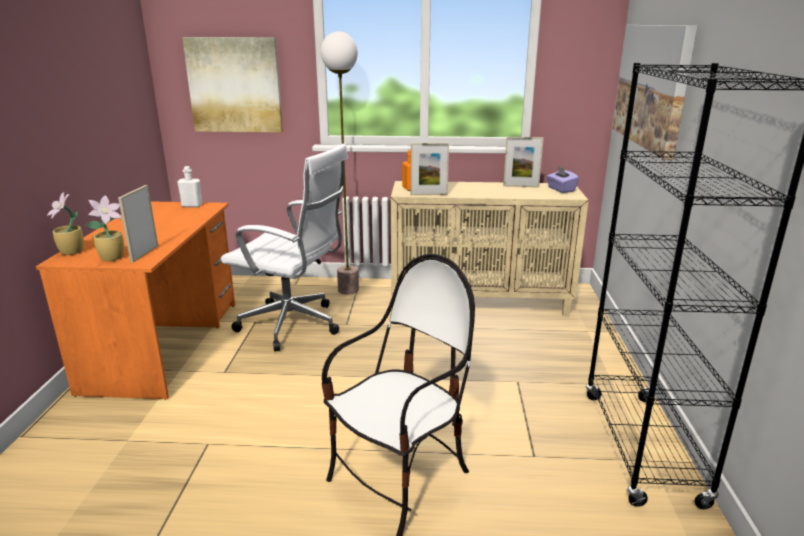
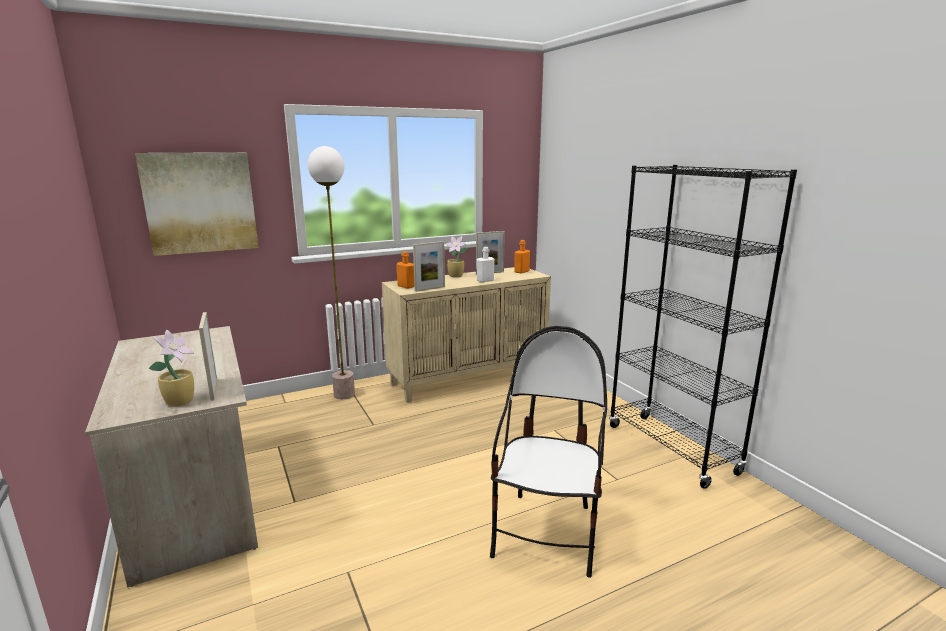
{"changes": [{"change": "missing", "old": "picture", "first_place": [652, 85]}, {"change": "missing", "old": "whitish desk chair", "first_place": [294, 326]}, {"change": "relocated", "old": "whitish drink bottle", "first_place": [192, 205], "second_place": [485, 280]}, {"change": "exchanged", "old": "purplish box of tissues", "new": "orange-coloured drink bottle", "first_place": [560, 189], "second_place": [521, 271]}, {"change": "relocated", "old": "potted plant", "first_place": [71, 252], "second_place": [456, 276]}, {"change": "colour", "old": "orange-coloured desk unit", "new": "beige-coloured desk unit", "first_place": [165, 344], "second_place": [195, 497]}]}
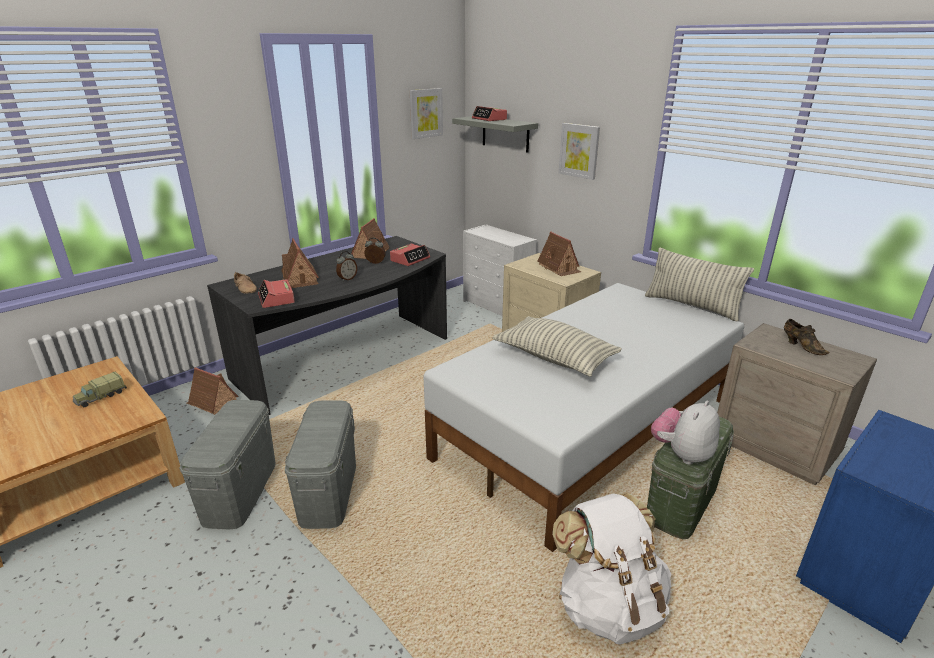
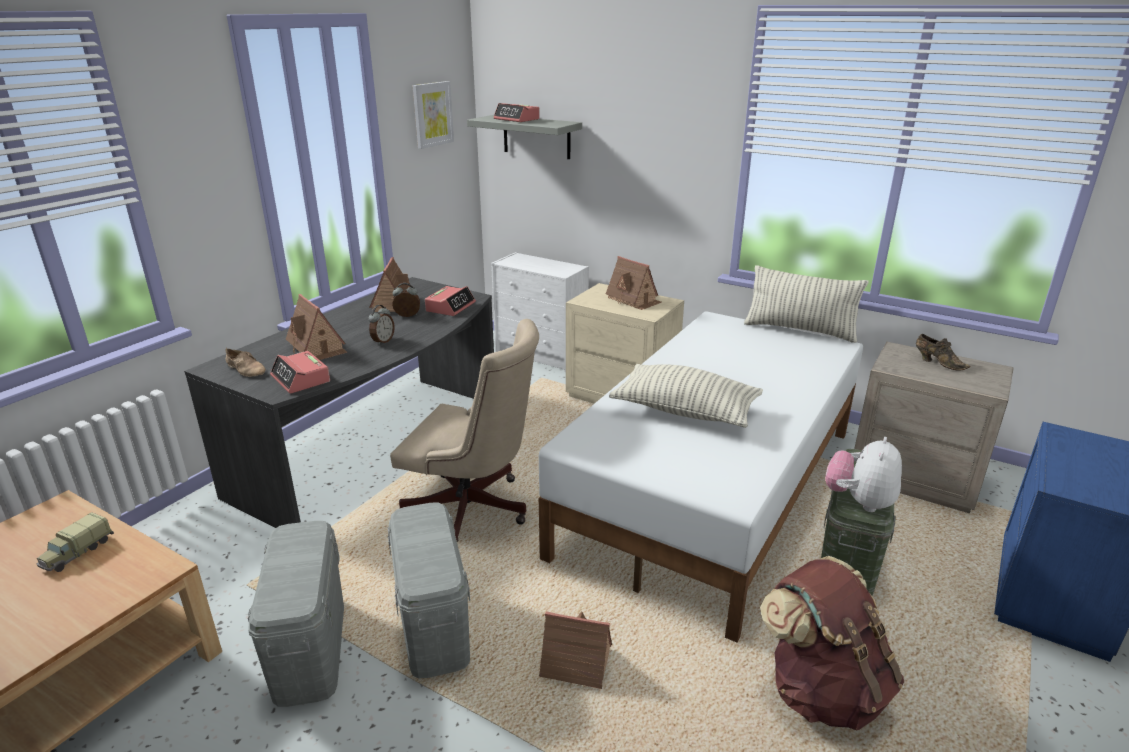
{"changes": [{"change": "missing", "old": "picture", "first_place": [579, 150]}, {"change": "relocated", "old": "miniature house", "first_place": [212, 402], "second_place": [571, 664]}, {"change": "colour", "old": "whitish knapsack", "new": "brownish knapsack", "first_place": [608, 605], "second_place": [822, 689]}, {"change": "appeared", "new": "beige-coloured desk chair", "second_place": [474, 511]}]}
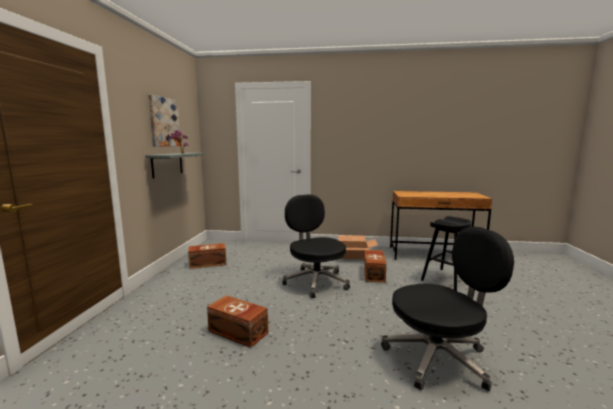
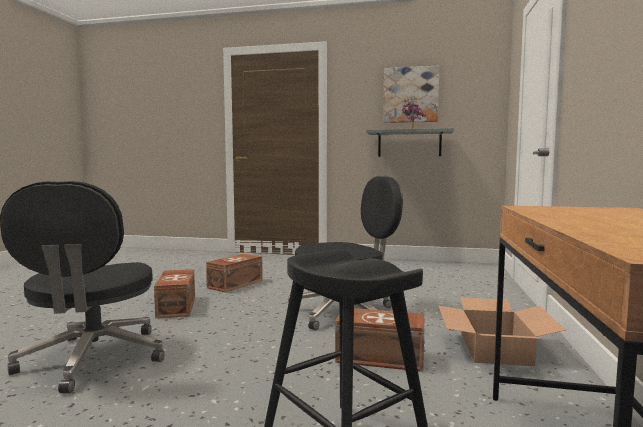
{"changes": [{"change": "relocated", "old": "brownish storage bin", "first_place": [207, 263], "second_place": [177, 306]}]}
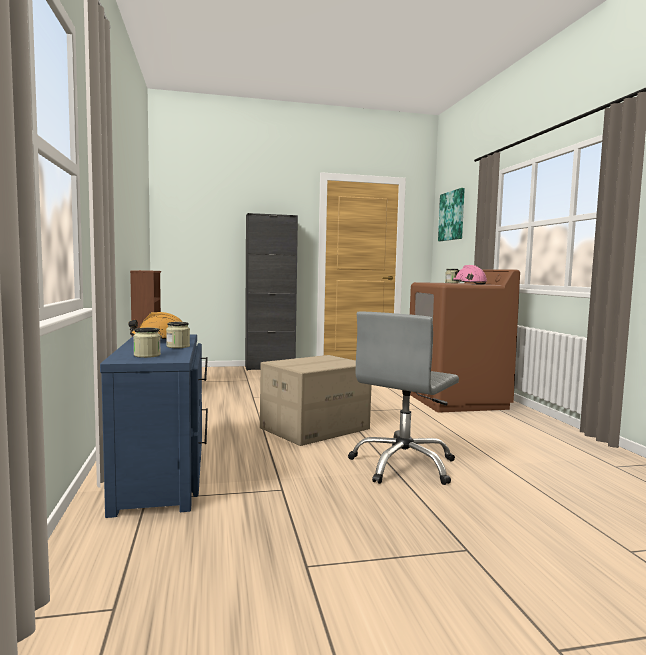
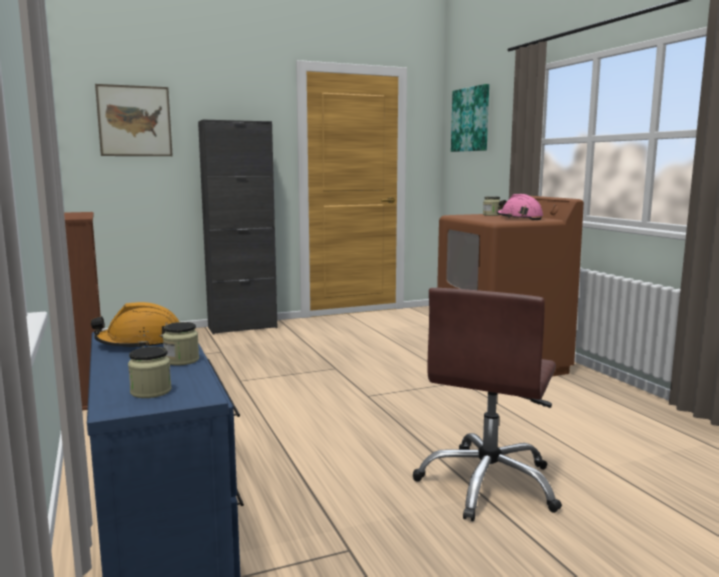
{"changes": [{"change": "colour", "old": "grey desk chair", "new": "brownish desk chair", "first_place": [404, 465], "second_place": [489, 484]}, {"change": "missing", "old": "cardboard box", "first_place": [314, 428]}, {"change": "appeared", "new": "picture", "second_place": [134, 121]}]}
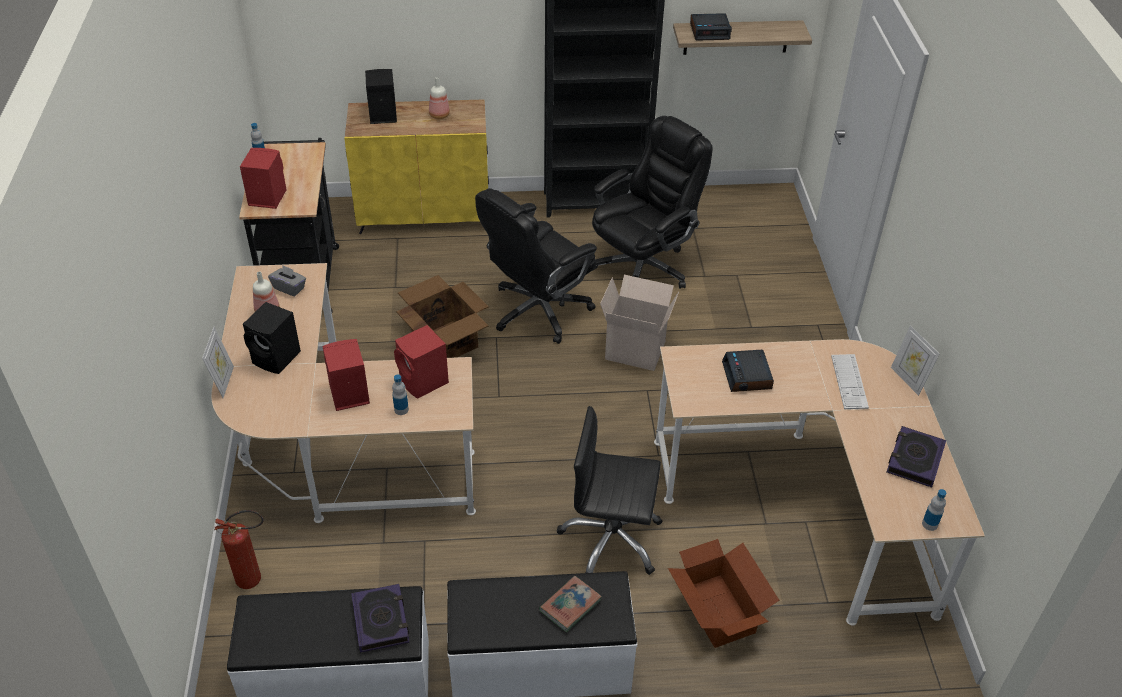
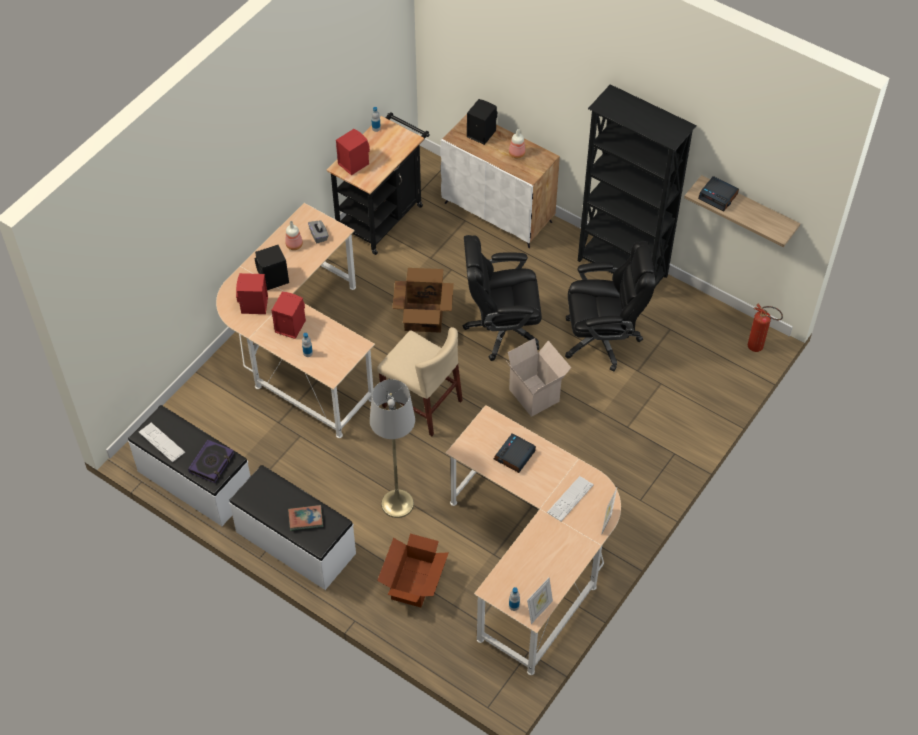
{"changes": [{"change": "colour", "old": "yellow-coloured cupboard", "new": "whitish cupboard", "first_place": [425, 215], "second_place": [498, 212]}, {"change": "relocated", "old": "reddish loudspeaker", "first_place": [424, 382], "second_place": [254, 306]}, {"change": "relocated", "old": "photo frame", "first_place": [223, 382], "second_place": [539, 610]}, {"change": "exchanged", "old": "black desk chair", "new": "grey floor lamp", "first_place": [611, 540], "second_place": [397, 503]}, {"change": "missing", "old": "book", "first_place": [914, 459]}, {"change": "relocated", "old": "extinguisher", "first_place": [255, 579], "second_place": [759, 348]}, {"change": "appeared", "new": "beige-coloured chair", "second_place": [422, 403]}, {"change": "appeared", "new": "keyboard", "second_place": [161, 442]}]}
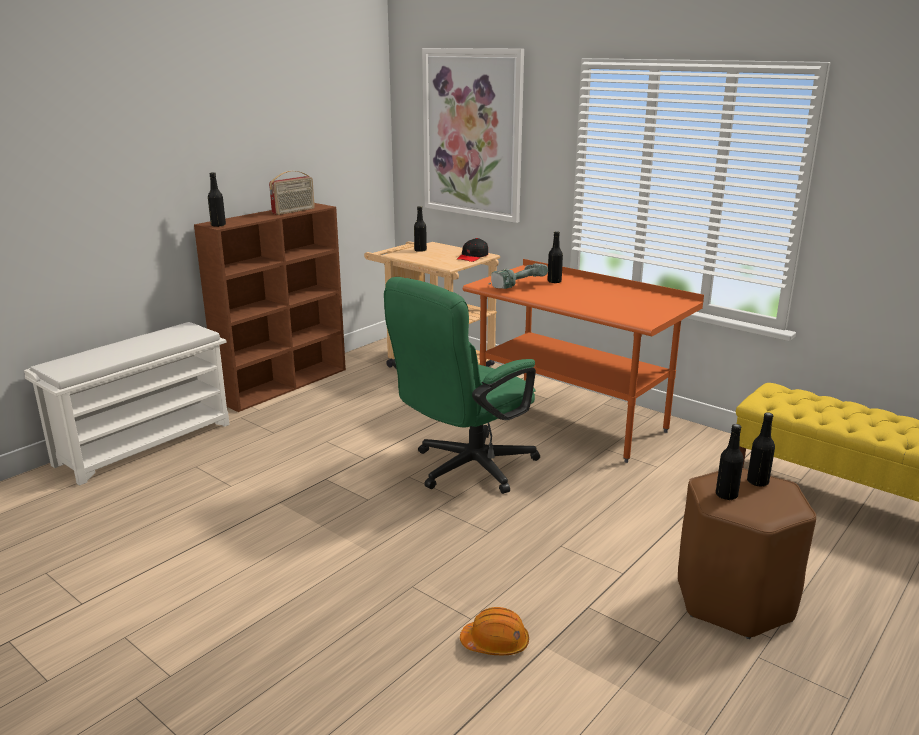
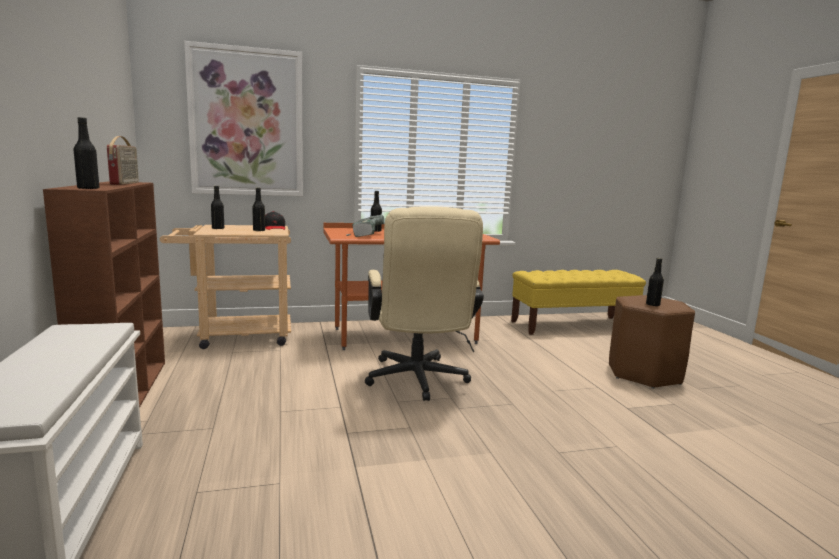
{"changes": [{"change": "colour", "old": "greenish desk chair", "new": "beige-coloured desk chair", "first_place": [465, 469], "second_place": [417, 381]}, {"change": "relocated", "old": "black drink bottle", "first_place": [757, 482], "second_place": [259, 230]}, {"change": "missing", "old": "orange-coloured work helmet", "first_place": [495, 643]}]}
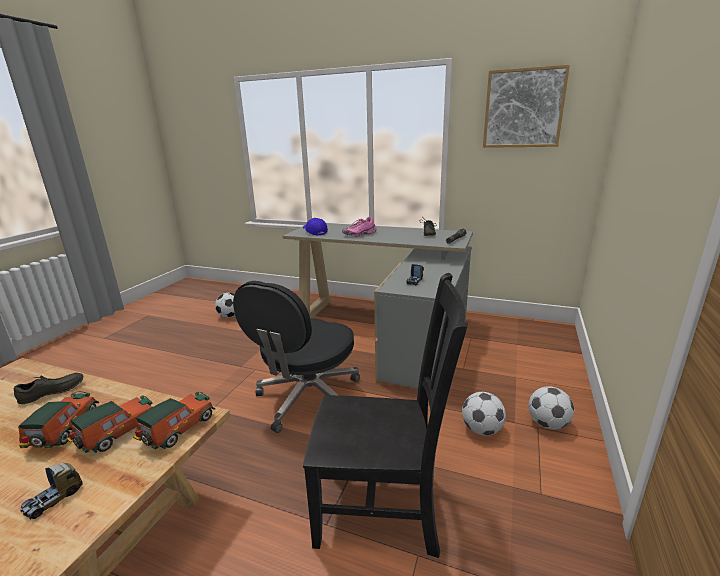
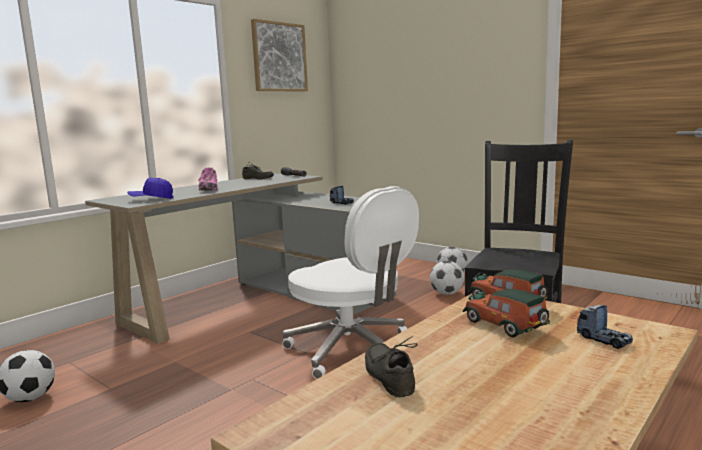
{"changes": [{"change": "colour", "old": "black desk chair", "new": "whitish desk chair", "first_place": [308, 398], "second_place": [352, 350]}, {"change": "missing", "old": "toy car", "first_place": [63, 431]}]}
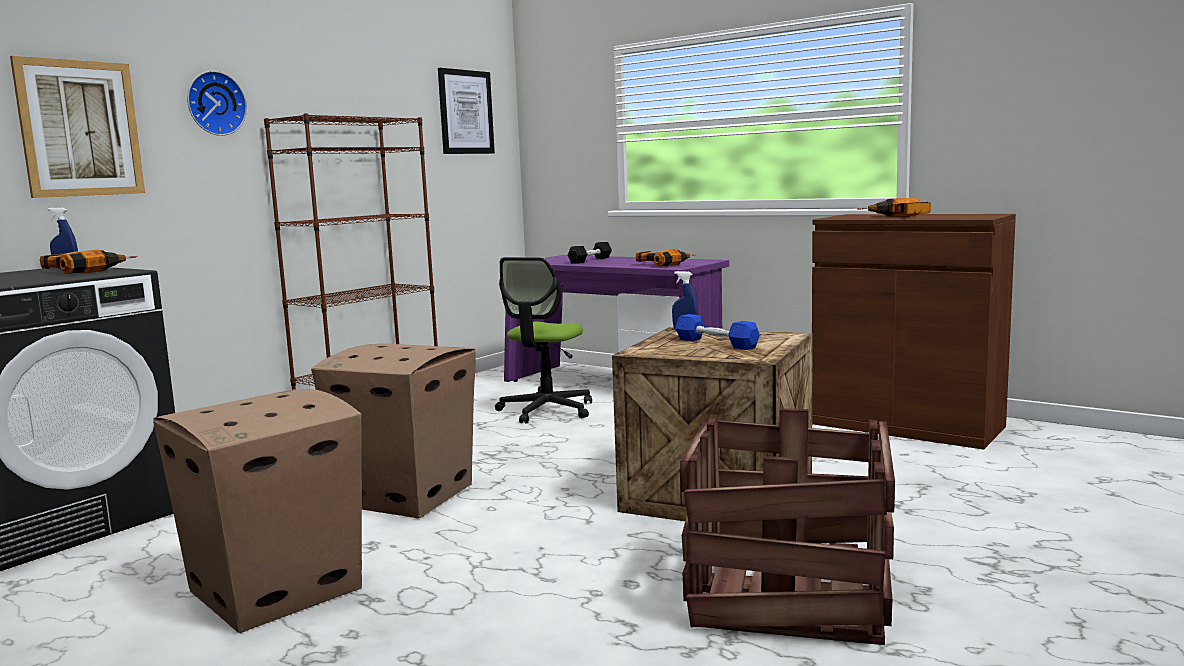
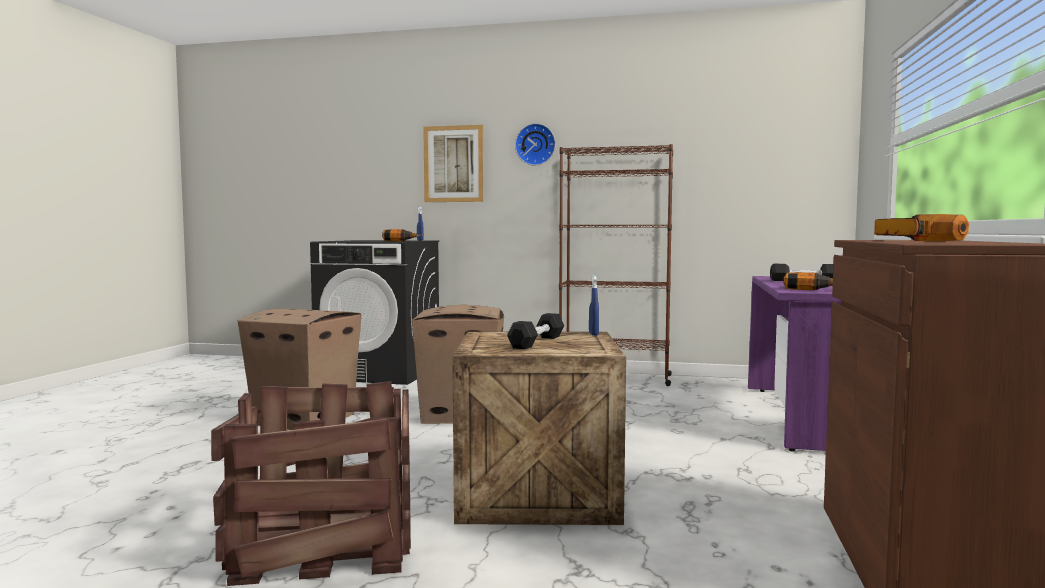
{"changes": [{"change": "missing", "old": "picture", "first_place": [466, 112]}, {"change": "missing", "old": "desk chair", "first_place": [546, 410]}, {"change": "colour", "old": "blue-coloured free weight", "new": "black free weight", "first_place": [716, 343], "second_place": [537, 342]}]}
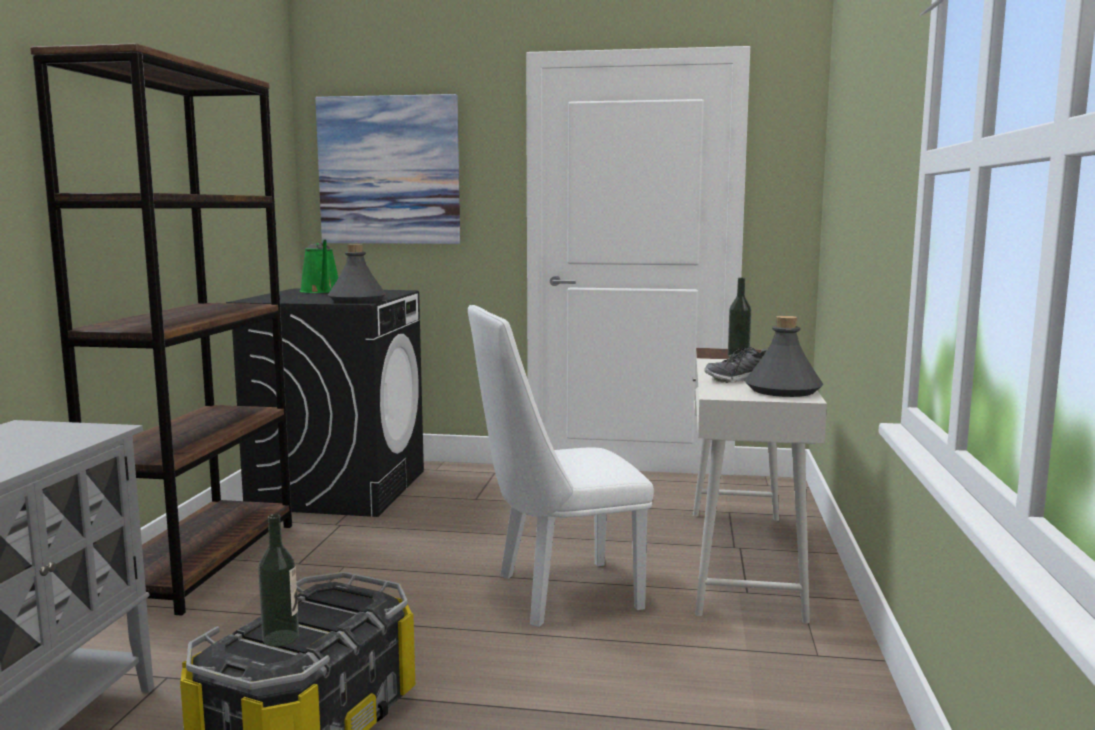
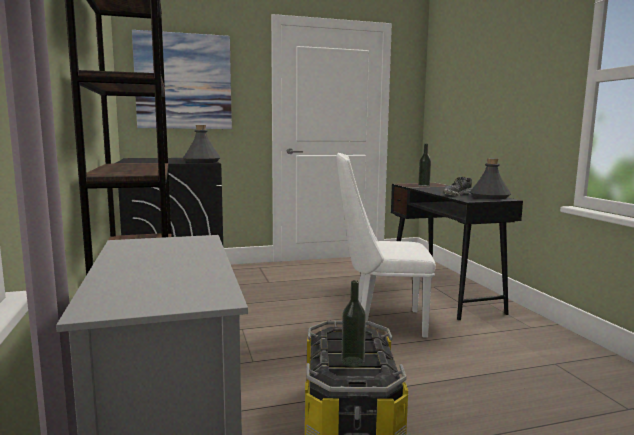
{"changes": [{"change": "missing", "old": "greenish sprinkling can", "first_place": [321, 291]}, {"change": "spun", "old": "whitish chair", "first_place": [556, 594], "second_place": [380, 322], "degrees": 45}, {"change": "colour", "old": "whitish desk unit", "new": "black desk unit", "first_place": [742, 561], "second_place": [443, 292]}]}
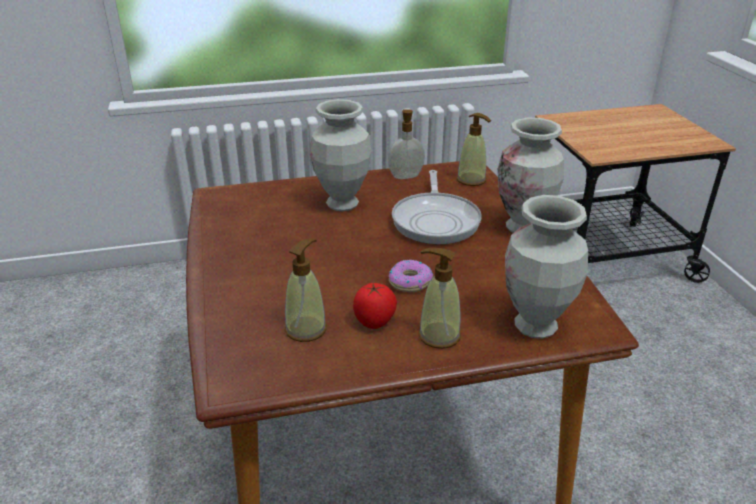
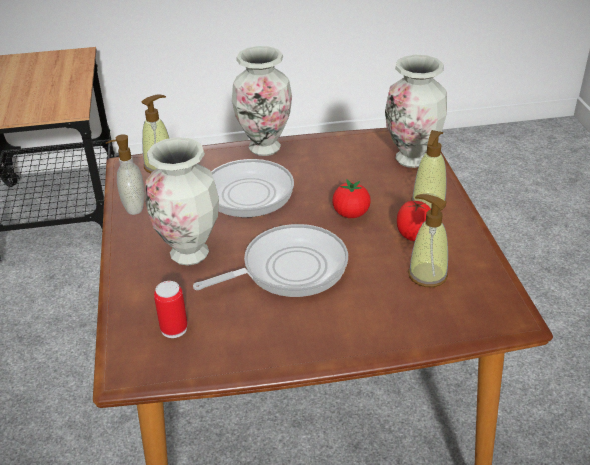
{"changes": [{"change": "exchanged", "old": "donut", "new": "fresh tomato", "first_place": [410, 281], "second_place": [351, 214]}, {"change": "appeared", "new": "frying pan", "second_place": [288, 268]}, {"change": "appeared", "new": "can", "second_place": [174, 328]}]}
